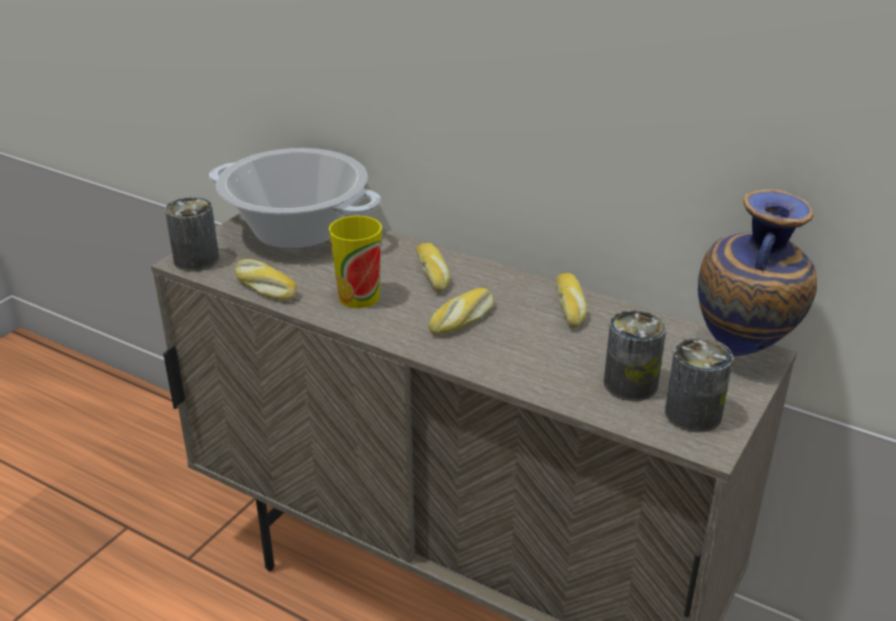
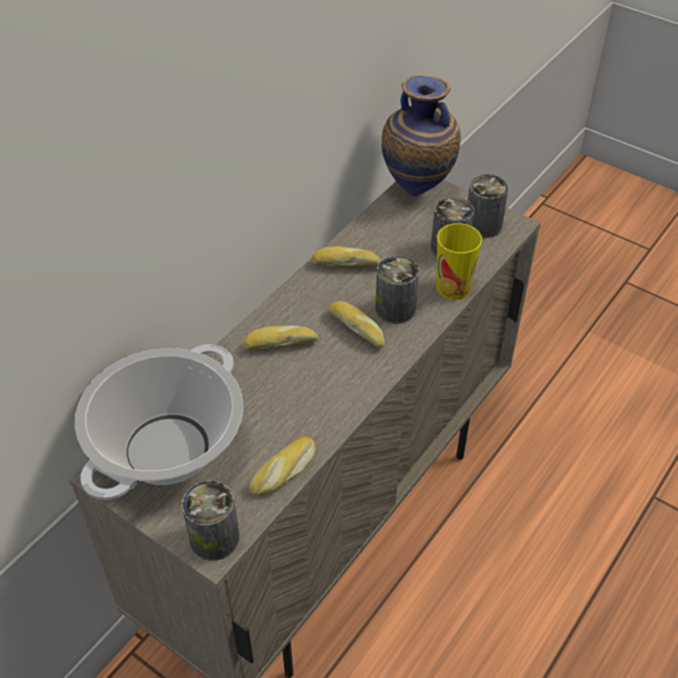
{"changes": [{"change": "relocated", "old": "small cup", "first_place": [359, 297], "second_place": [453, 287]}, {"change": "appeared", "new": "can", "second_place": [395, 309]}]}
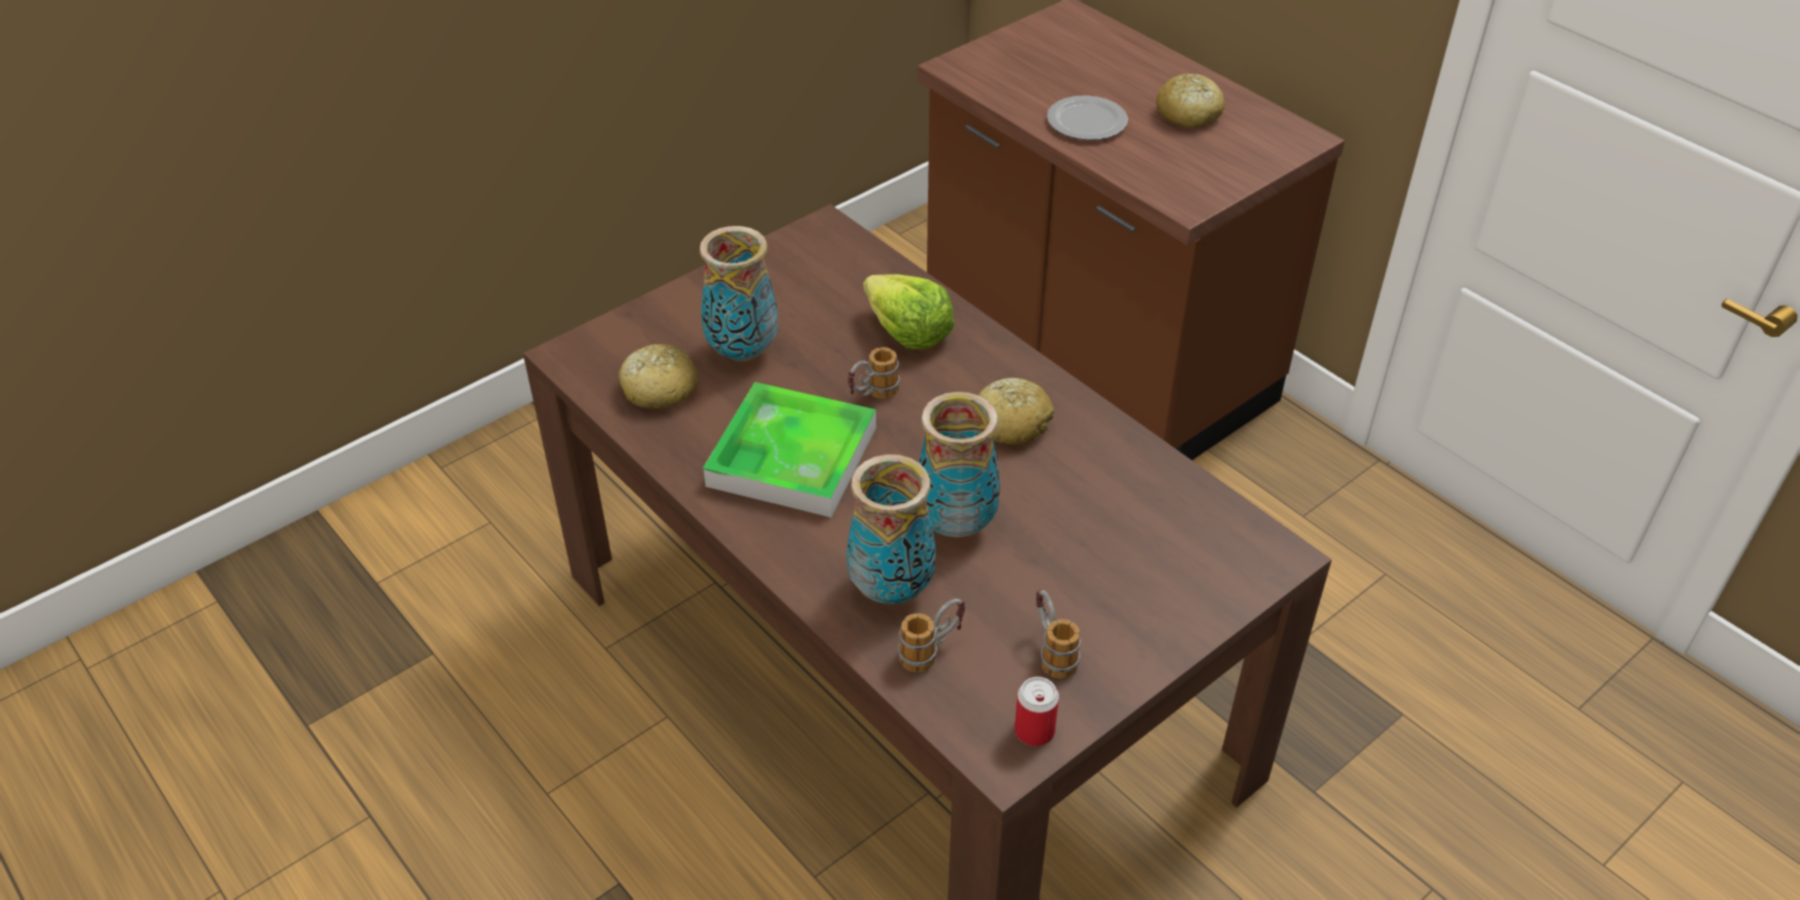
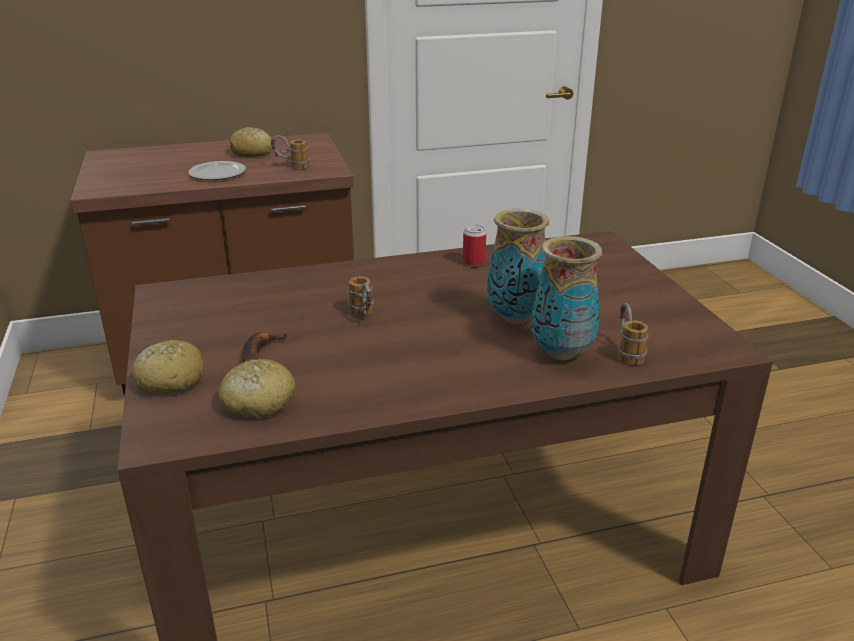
{"changes": [{"change": "exchanged", "old": "decorative vase", "new": "whole banana", "first_place": [744, 351], "second_place": [258, 354]}, {"change": "missing", "old": "lettuce head", "first_place": [908, 333]}, {"change": "relocated", "old": "baked bread", "first_place": [1012, 422], "second_place": [170, 379]}, {"change": "missing", "old": "tray", "first_place": [792, 456]}, {"change": "relocated", "old": "mug", "first_place": [1051, 651], "second_place": [291, 166]}, {"change": "relocated", "old": "can", "first_place": [1034, 731], "second_place": [473, 262]}]}
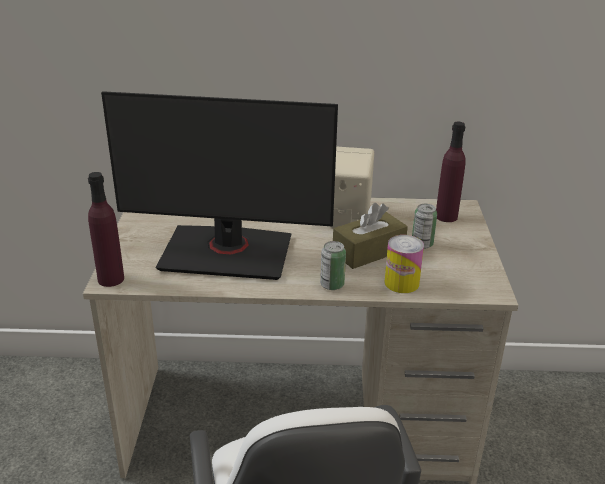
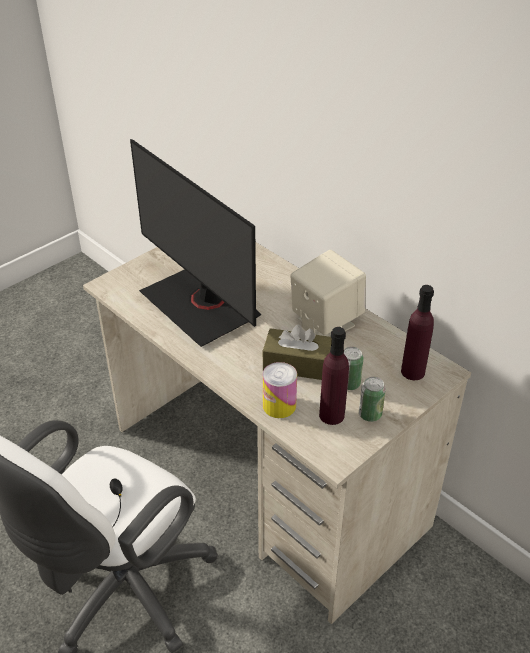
{"changes": [{"change": "relocated", "old": "purplish drink bottle", "first_place": [111, 279], "second_place": [331, 415]}, {"change": "relocated", "old": "can", "first_place": [332, 285], "second_place": [370, 414]}]}
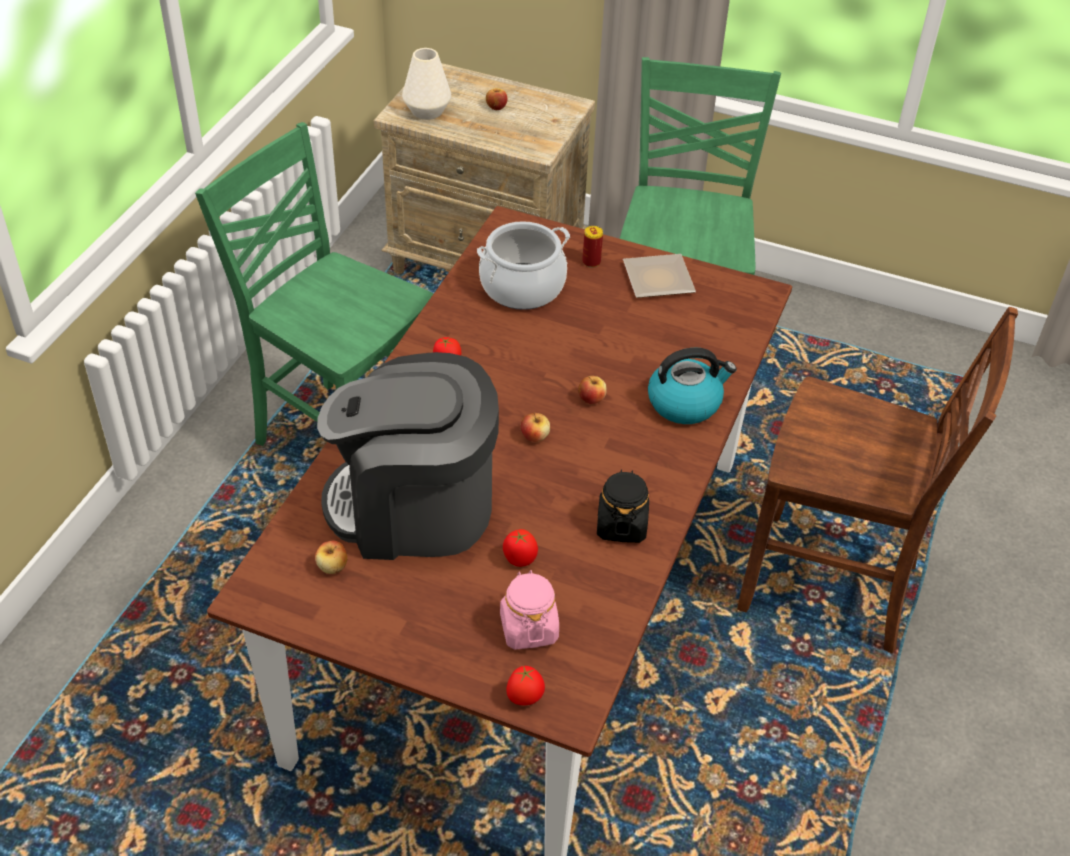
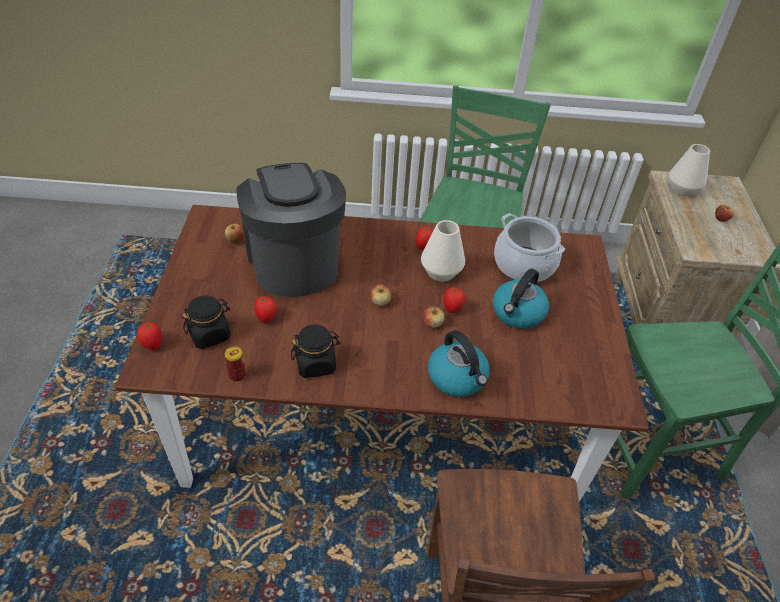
{"changes": [{"change": "relocated", "old": "can", "first_place": [591, 262], "second_place": [237, 375]}, {"change": "missing", "old": "plate", "first_place": [661, 281]}, {"change": "colour", "old": "pink storage jar", "new": "black storage jar", "first_place": [528, 628], "second_place": [210, 334]}, {"change": "appeared", "new": "whitish decorative vase", "second_place": [441, 272]}, {"change": "appeared", "new": "water kettle", "second_place": [517, 313]}, {"change": "appeared", "new": "fresh tomato", "second_place": [452, 308]}]}
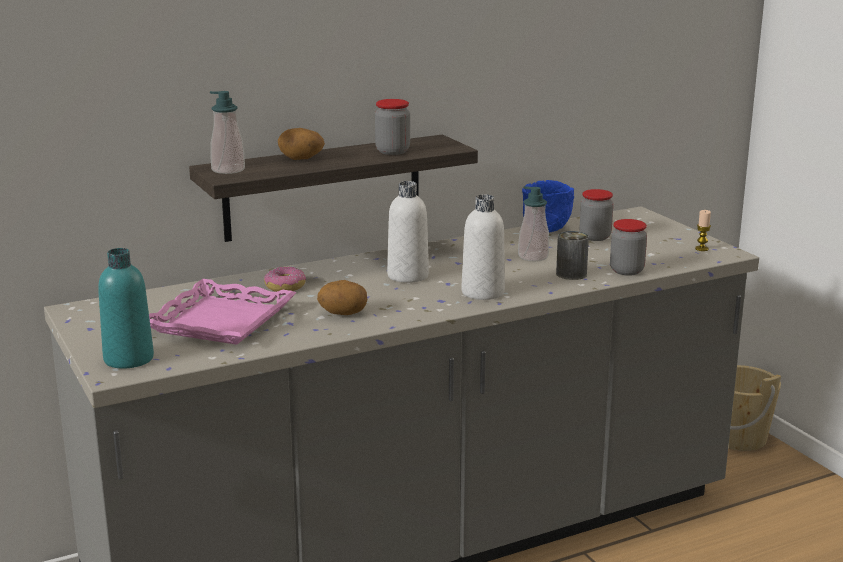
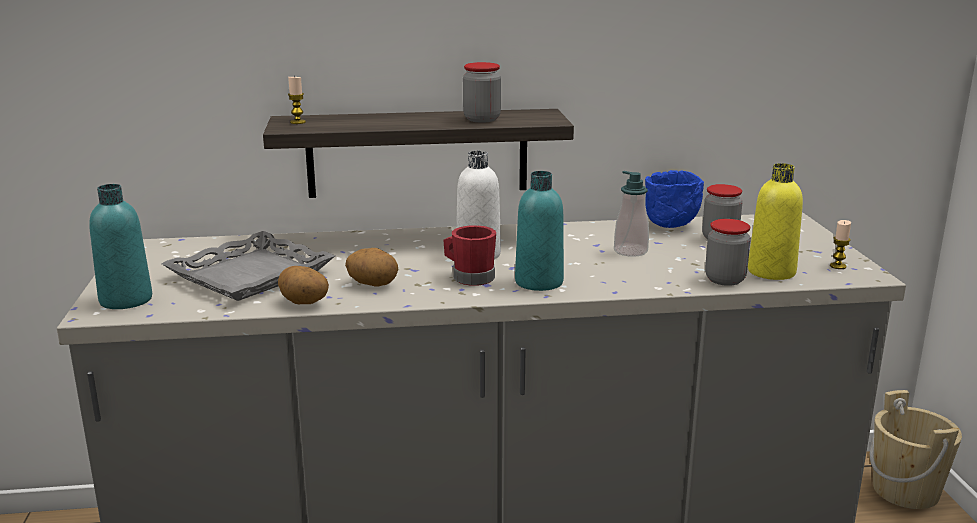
{"changes": [{"change": "exchanged", "old": "soap dispenser", "new": "wax light", "first_place": [228, 170], "second_place": [298, 122]}, {"change": "relocated", "old": "potato", "first_place": [301, 159], "second_place": [303, 303]}, {"change": "colour", "old": "whitish drink bottle", "new": "blue-green drink bottle", "first_place": [482, 293], "second_place": [539, 282]}, {"change": "missing", "old": "can", "first_place": [571, 274]}, {"change": "missing", "old": "donut", "first_place": [285, 286]}, {"change": "colour", "old": "pink tray", "new": "grey tray", "first_place": [222, 321], "second_place": [251, 275]}, {"change": "appeared", "new": "yellow-coloured drink bottle", "second_place": [771, 272]}, {"change": "appeared", "new": "reddish mug", "second_place": [469, 277]}]}
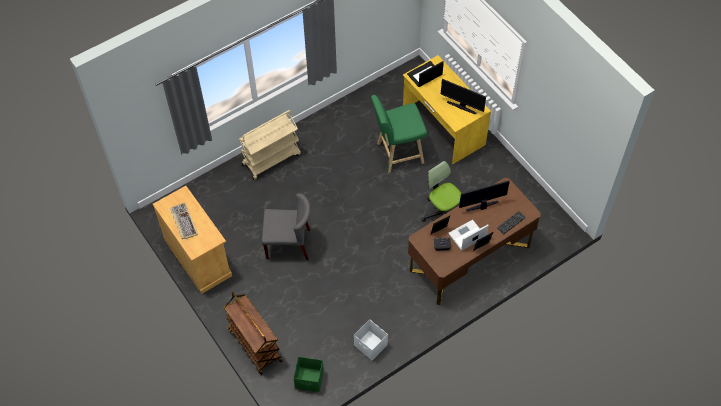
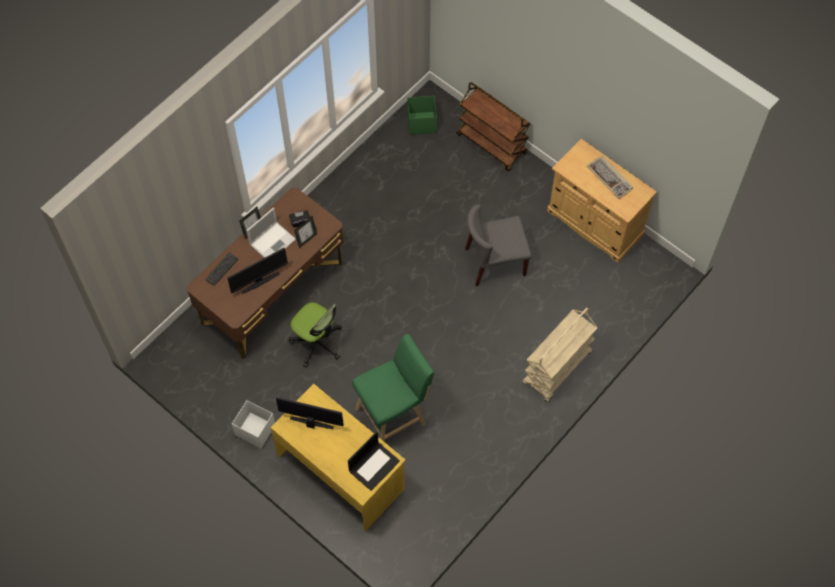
{"changes": [{"change": "relocated", "old": "whitish storage bin", "first_place": [371, 346], "second_place": [255, 430]}]}
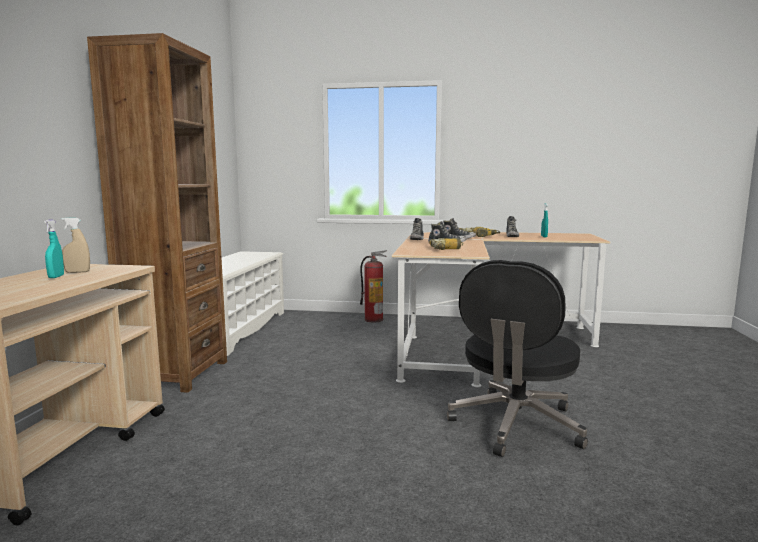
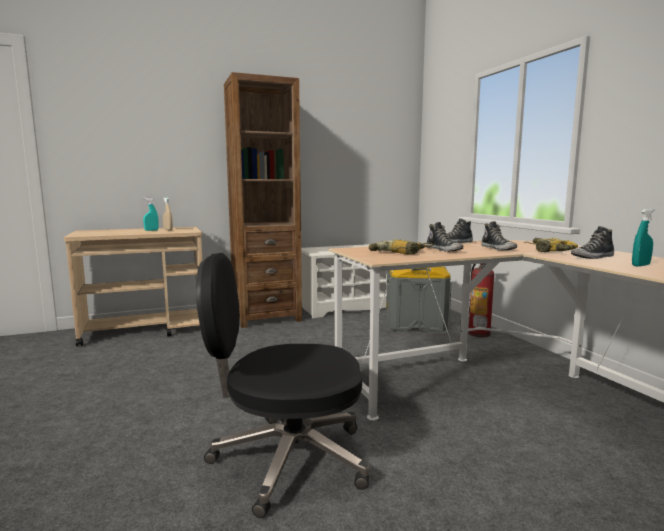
{"changes": [{"change": "appeared", "new": "grey storage bin", "second_place": [416, 322]}]}
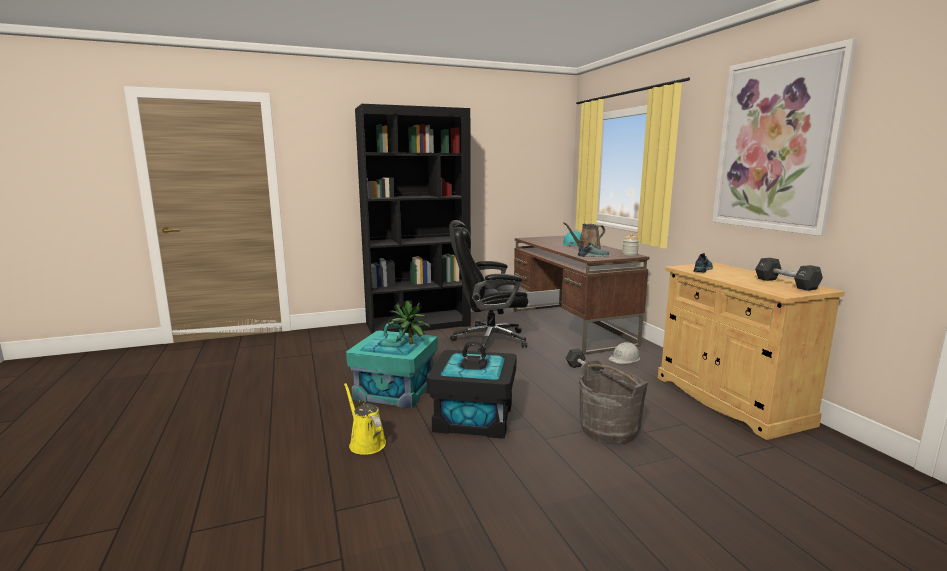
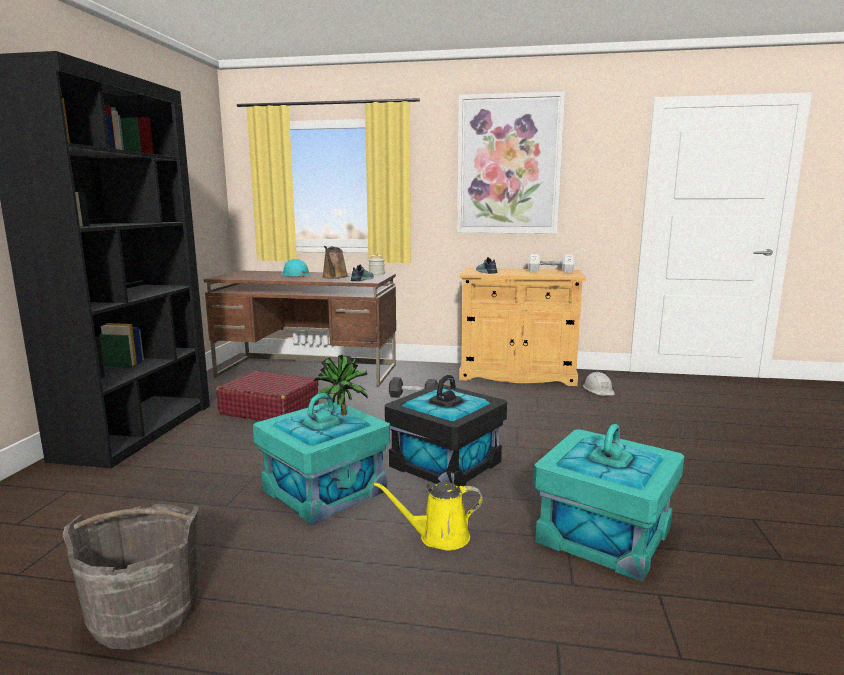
{"changes": [{"change": "exchanged", "old": "black desk chair", "new": "reddish suitcase", "first_place": [488, 340], "second_place": [269, 409]}, {"change": "colour", "old": "black free weight", "new": "whitish free weight", "first_place": [786, 284], "second_place": [550, 271]}, {"change": "relocated", "old": "whitish work helmet", "first_place": [624, 358], "second_place": [598, 390]}, {"change": "relocated", "old": "grey pail", "first_place": [608, 430], "second_place": [145, 615]}, {"change": "appeared", "new": "blue-green storage bin", "second_place": [605, 536]}]}
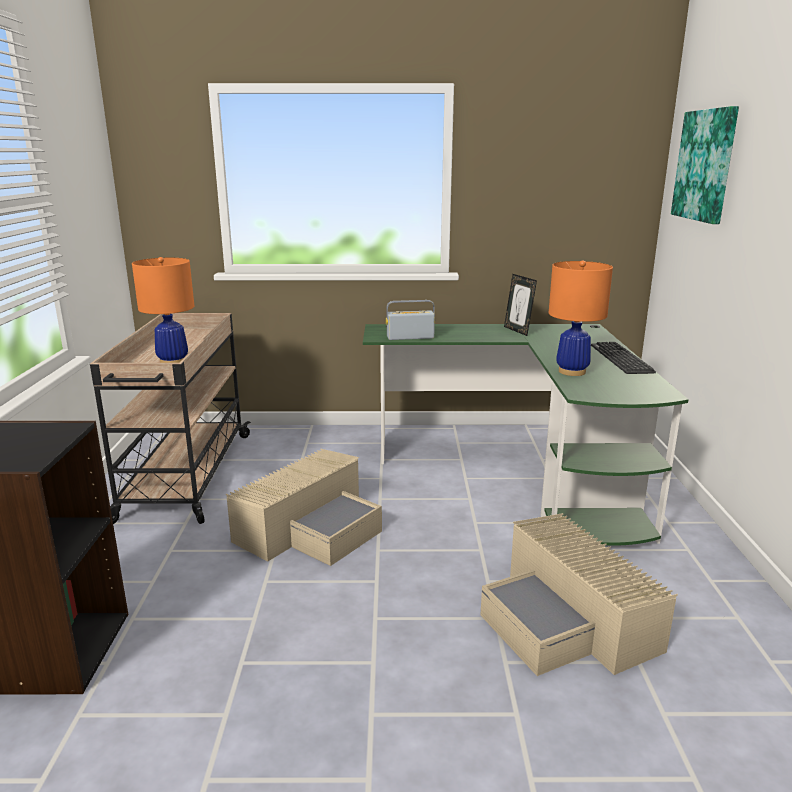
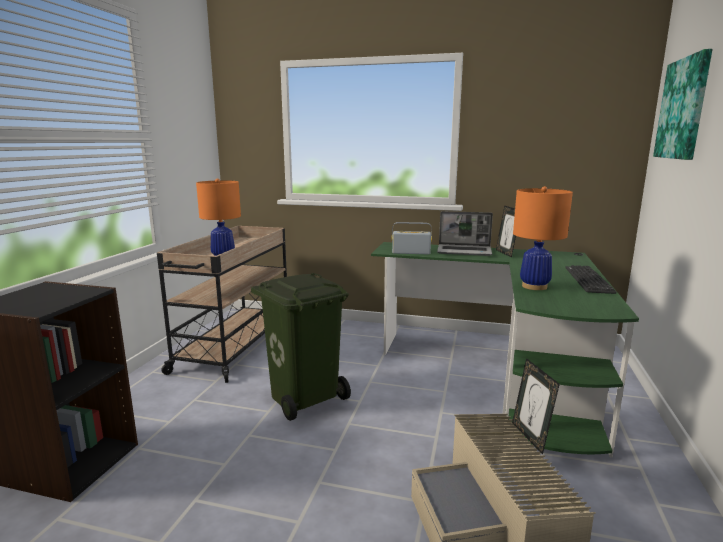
{"changes": [{"change": "exchanged", "old": "beige-coloured storage bin", "new": "greenish waste bin", "first_place": [311, 527], "second_place": [305, 397]}, {"change": "appeared", "new": "laptop", "second_place": [465, 251]}, {"change": "appeared", "new": "photo frame", "second_place": [530, 437]}]}
